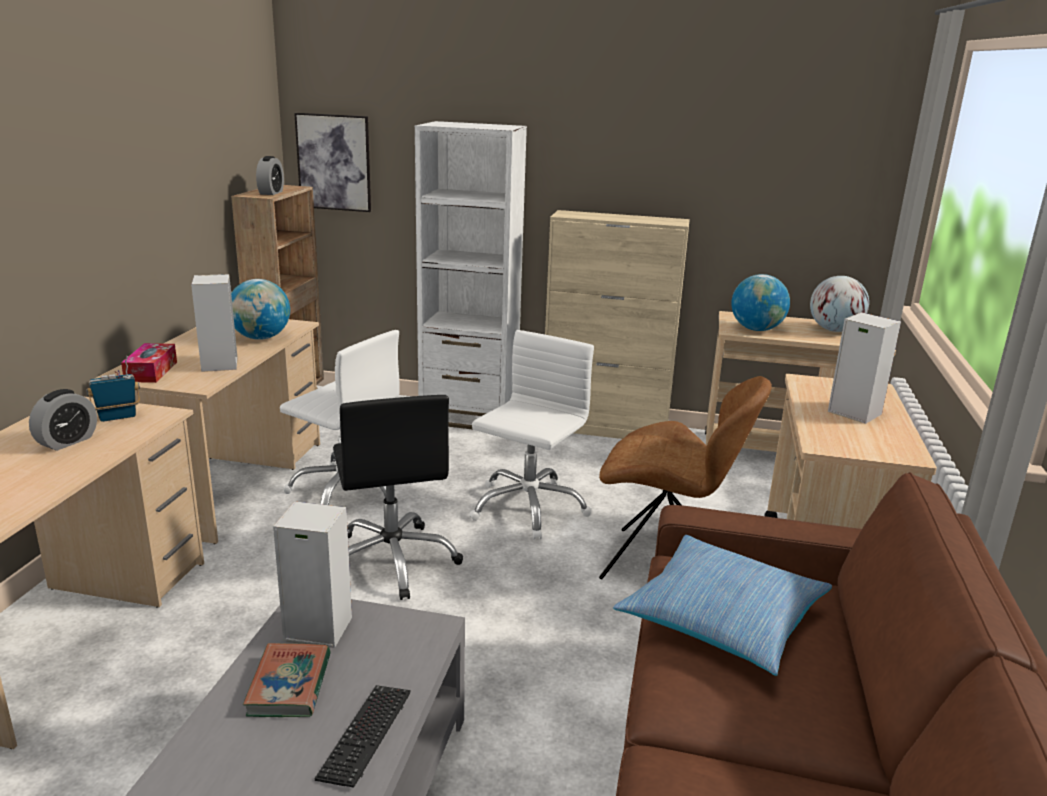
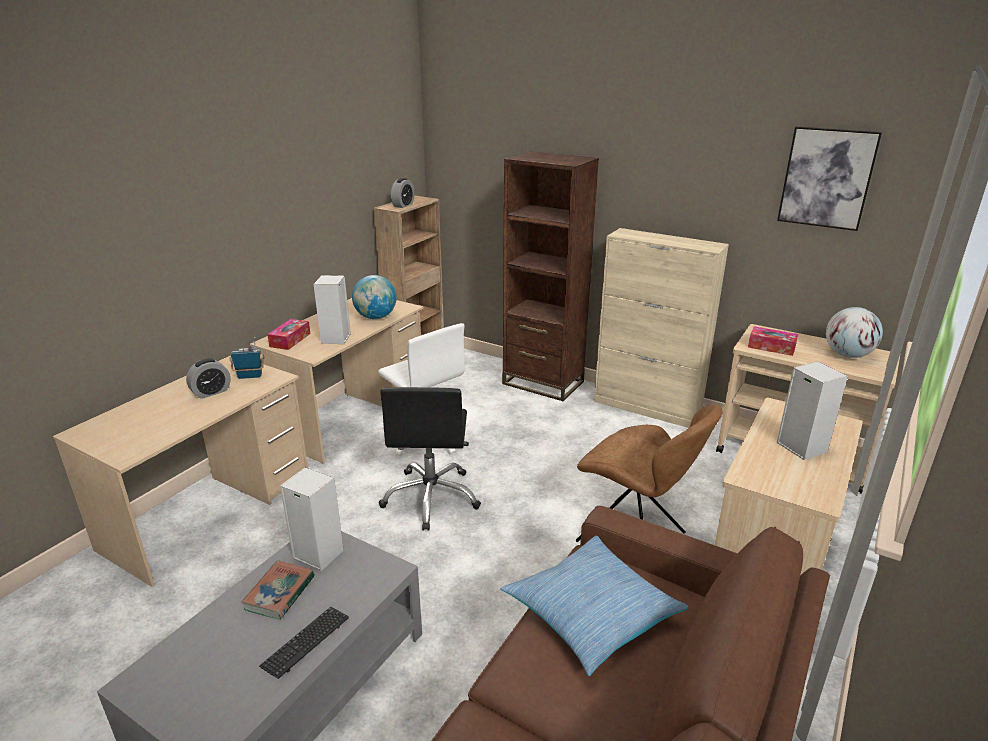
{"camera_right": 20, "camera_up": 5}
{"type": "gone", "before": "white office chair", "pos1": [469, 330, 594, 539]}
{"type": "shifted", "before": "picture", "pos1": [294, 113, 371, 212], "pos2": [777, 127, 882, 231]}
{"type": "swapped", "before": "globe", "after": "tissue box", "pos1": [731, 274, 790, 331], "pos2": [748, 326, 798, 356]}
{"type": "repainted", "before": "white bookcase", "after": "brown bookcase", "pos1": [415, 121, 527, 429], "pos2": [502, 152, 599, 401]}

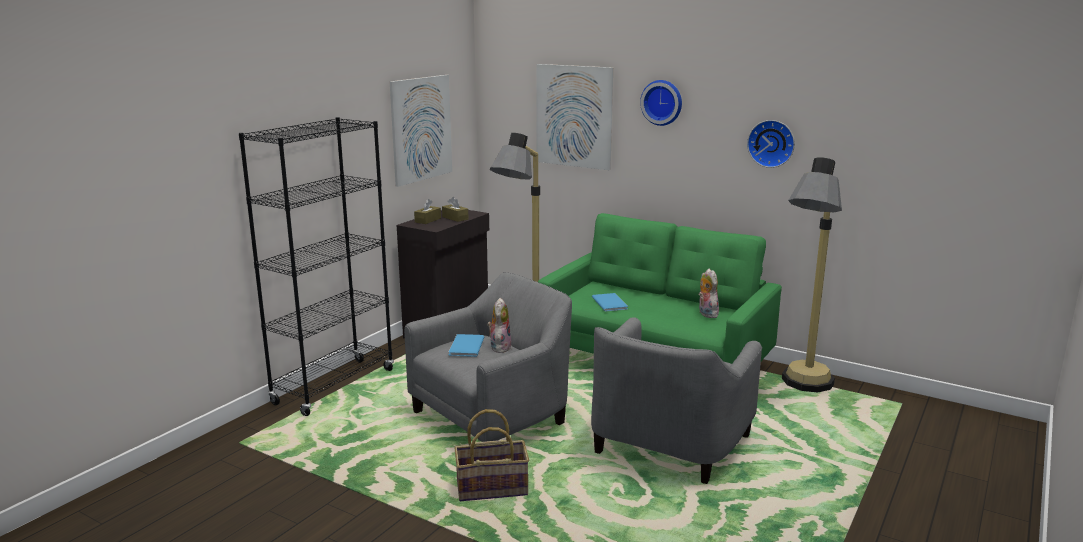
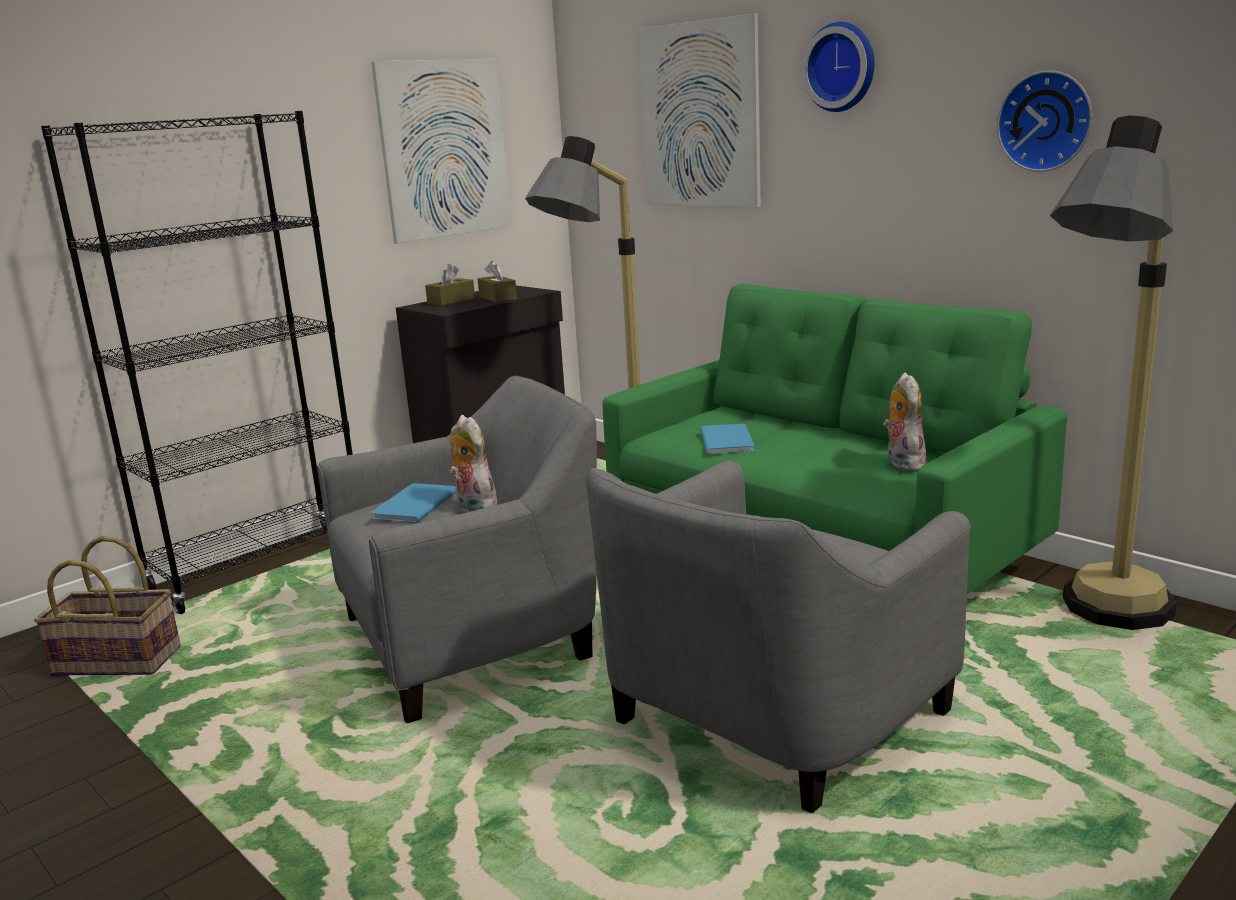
{"camera_right": 15, "camera_up": 0}
{"type": "shifted", "before": "basket", "pos1": [454, 409, 529, 501], "pos2": [34, 536, 181, 677]}
{"type": "rotated", "before": "plush toy", "pos1": [487, 298, 511, 353], "pos2": [449, 415, 497, 513], "turn": -60}

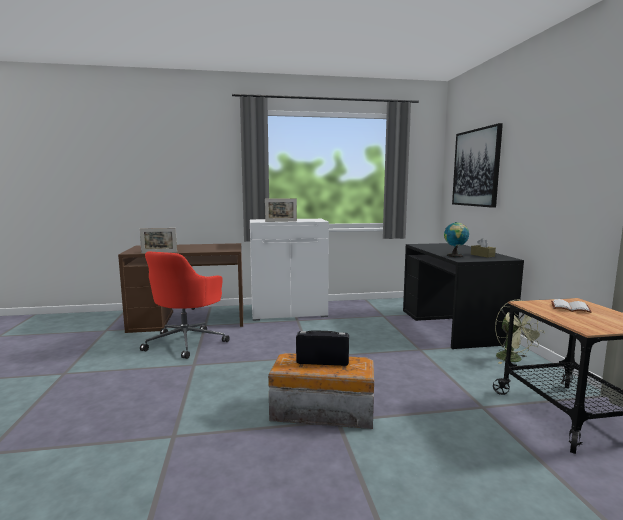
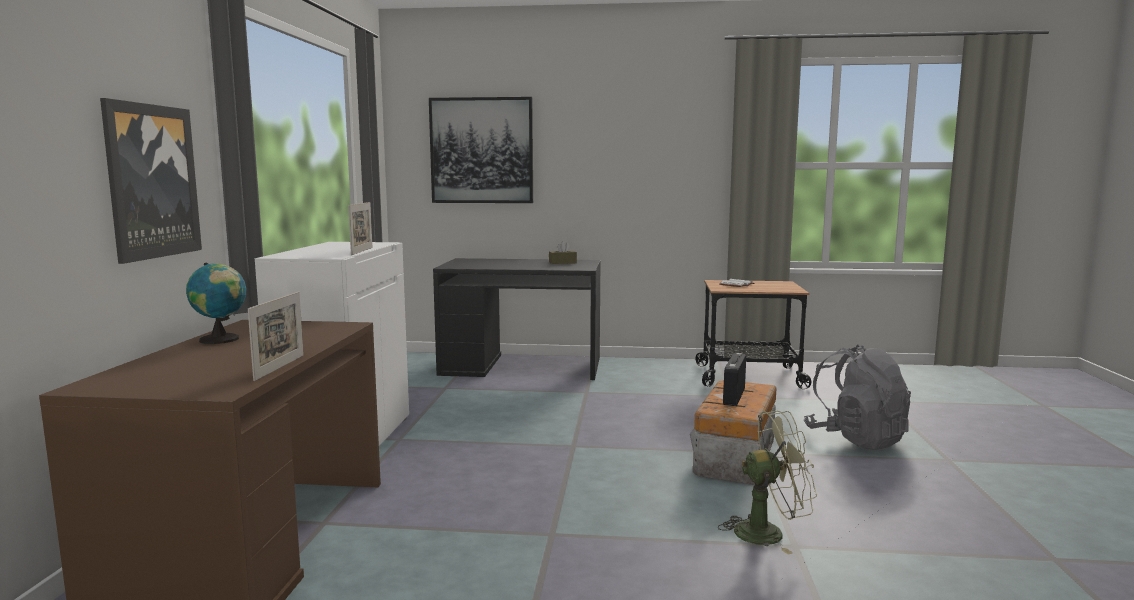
{"camera_right": -75, "camera_up": 0}
{"type": "gone", "before": "red office chair", "pos1": [140, 252, 230, 359]}
{"type": "new", "after": "picture", "pos2": [100, 98, 202, 264]}
{"type": "new", "after": "grey backpack", "pos2": [804, 345, 911, 450]}
{"type": "shifted", "before": "globe", "pos1": [444, 222, 469, 257], "pos2": [186, 262, 246, 344]}
{"type": "shifted", "before": "green fan", "pos1": [495, 299, 545, 364], "pos2": [718, 411, 817, 555]}

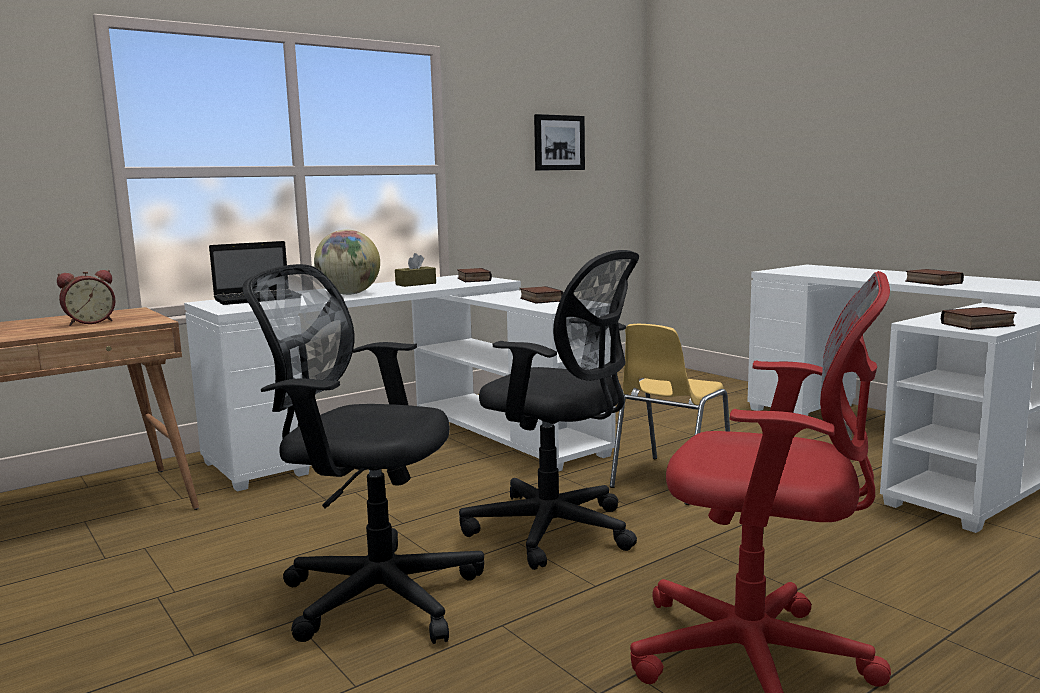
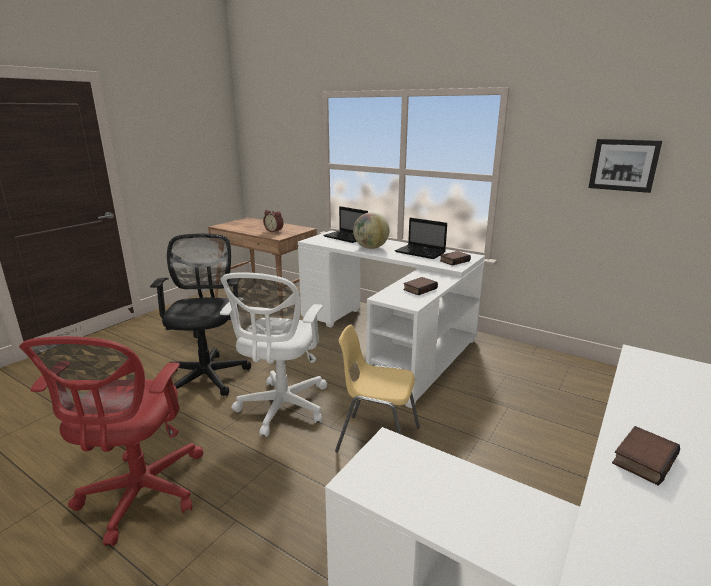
{"camera_right": 70, "camera_up": 10}
{"type": "gone", "before": "book", "pos1": [941, 307, 1017, 330]}
{"type": "swapped", "before": "brown tissue box", "after": "laptop", "pos1": [395, 253, 436, 287], "pos2": [395, 218, 447, 259]}
{"type": "repainted", "before": "black office chair", "after": "white office chair", "pos1": [459, 250, 639, 570], "pos2": [220, 272, 327, 437]}

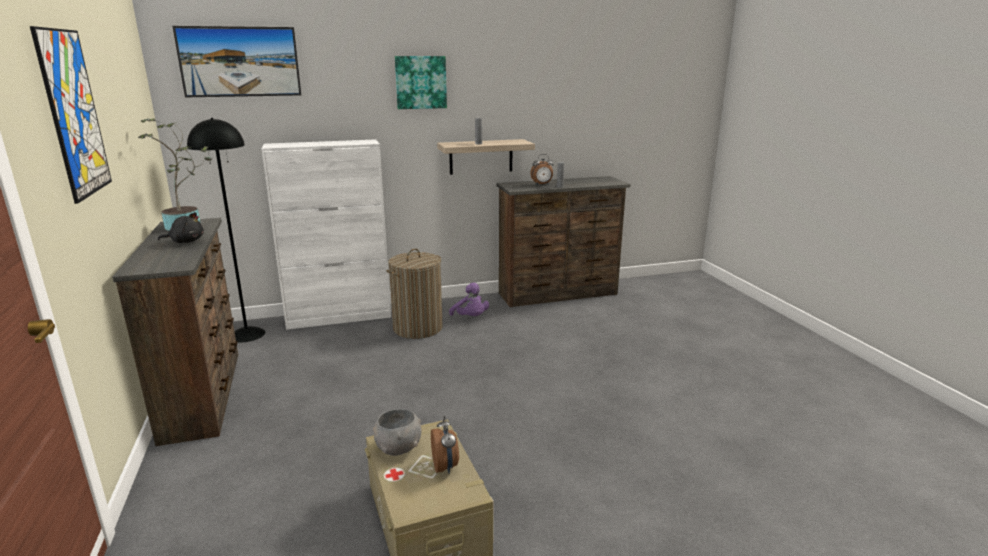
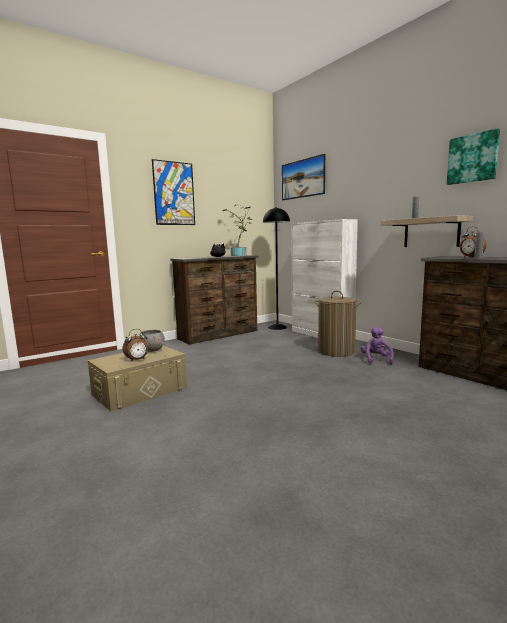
{"camera_right": 70, "camera_up": -10}
{"type": "shifted", "before": "picture", "pos1": [395, 56, 447, 109], "pos2": [447, 128, 500, 185]}
{"type": "rotated", "before": "purple plush toy", "pos1": [449, 283, 489, 316], "pos2": [360, 326, 394, 365], "turn": 150}

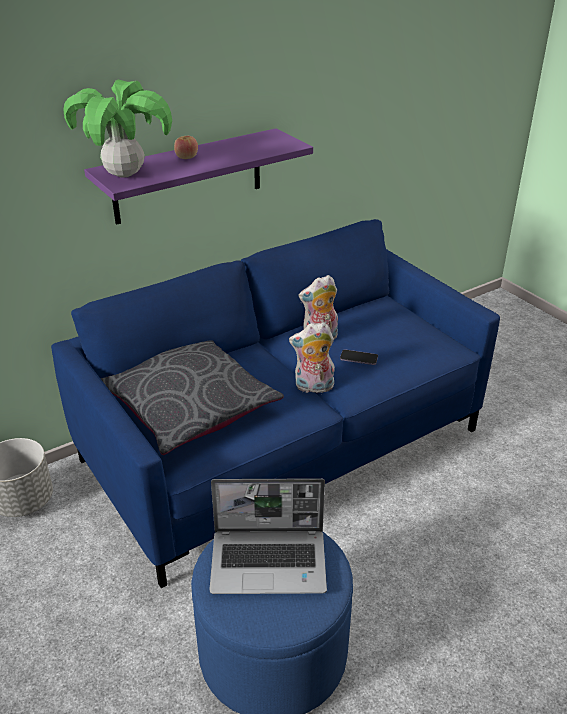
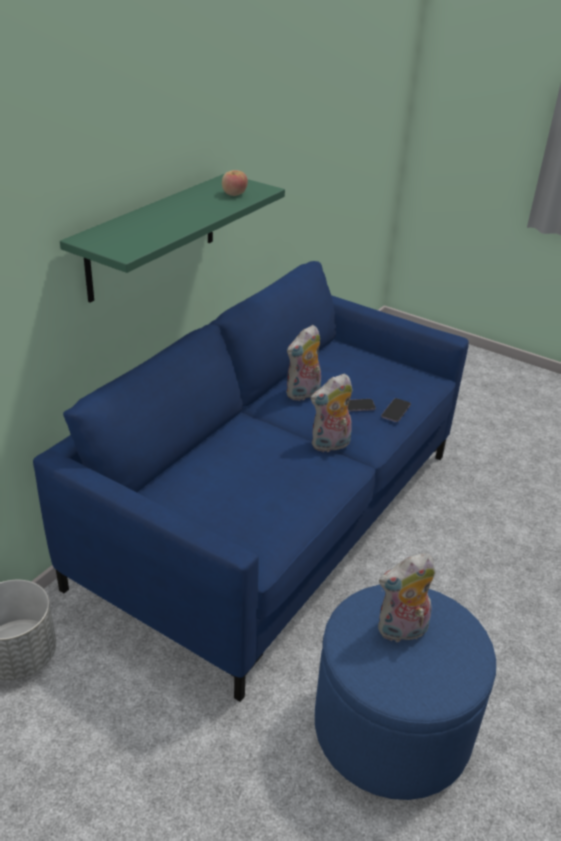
{"camera_right": -25, "camera_up": 0}
{"type": "gone", "before": "potted plant", "pos1": [63, 79, 172, 178]}
{"type": "gone", "before": "grey pillow", "pos1": [100, 340, 284, 455]}
{"type": "new", "after": "phone", "pos2": [381, 398, 411, 422]}
{"type": "shifted", "before": "apple", "pos1": [174, 136, 198, 159], "pos2": [222, 170, 248, 196]}
{"type": "swapped", "before": "laptop", "after": "plush toy", "pos1": [209, 478, 327, 594], "pos2": [378, 553, 436, 642]}
{"type": "repainted", "before": "purple shelf", "after": "green shelf", "pos1": [84, 128, 313, 225], "pos2": [60, 174, 285, 302]}

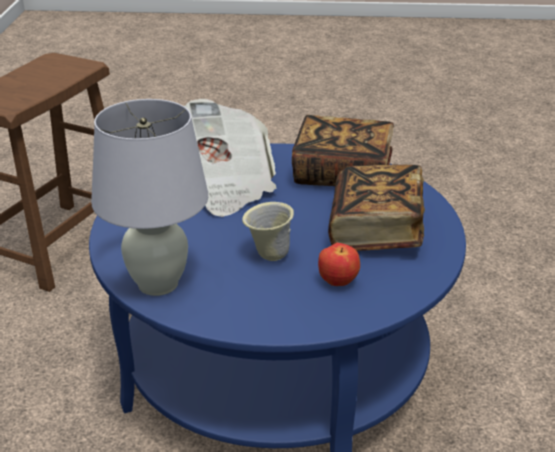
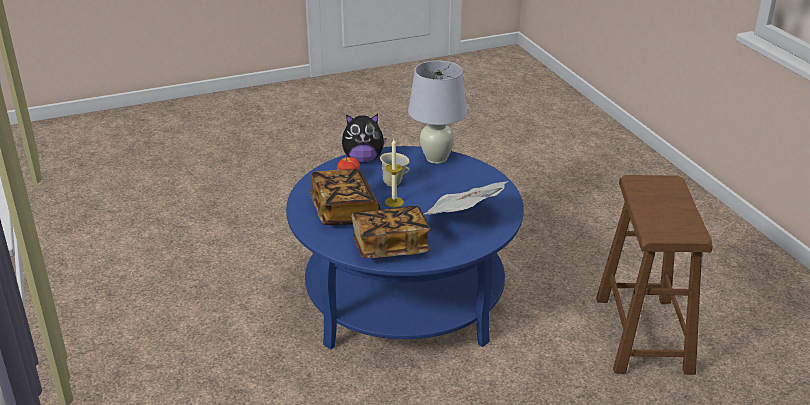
{"camera_right": 155, "camera_up": 0}
{"type": "new", "after": "plush toy", "pos2": [342, 114, 387, 163]}
{"type": "new", "after": "candle", "pos2": [385, 139, 404, 208]}

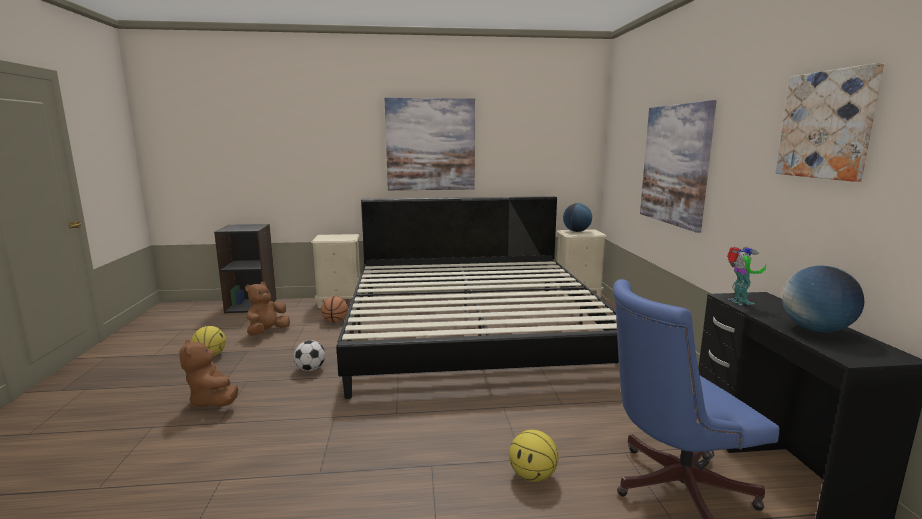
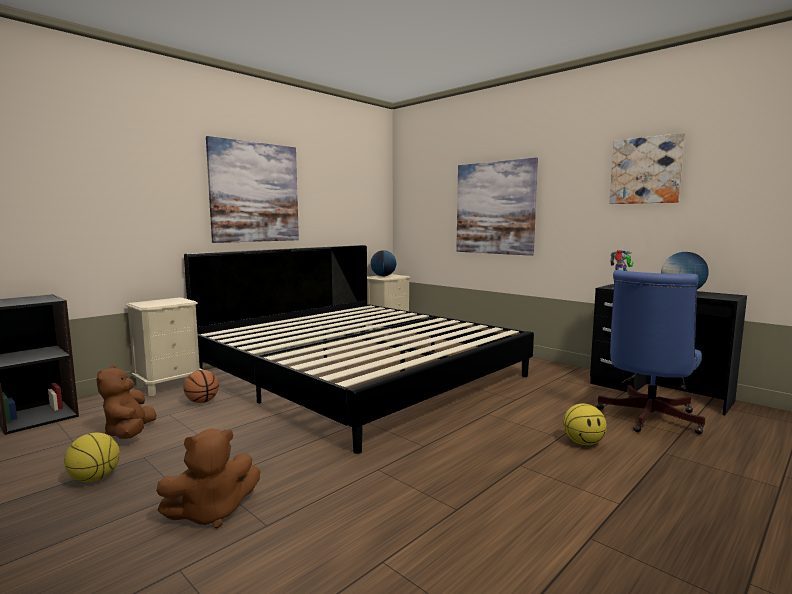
{"camera_right": -40, "camera_up": -5}
{"type": "gone", "before": "football", "pos1": [294, 340, 325, 371]}
{"type": "rotated", "before": "brown plush toy", "pos1": [179, 339, 239, 408], "pos2": [156, 428, 260, 529], "turn": -45}

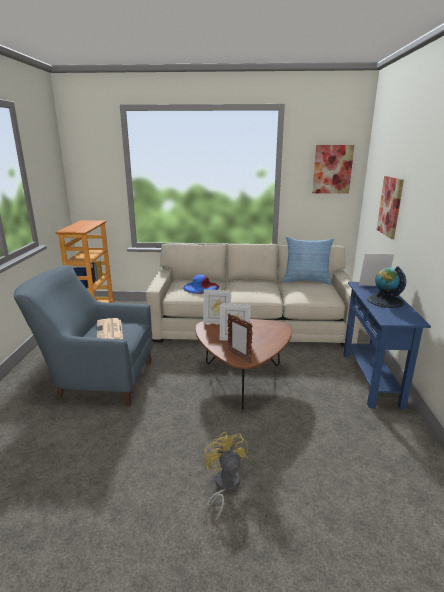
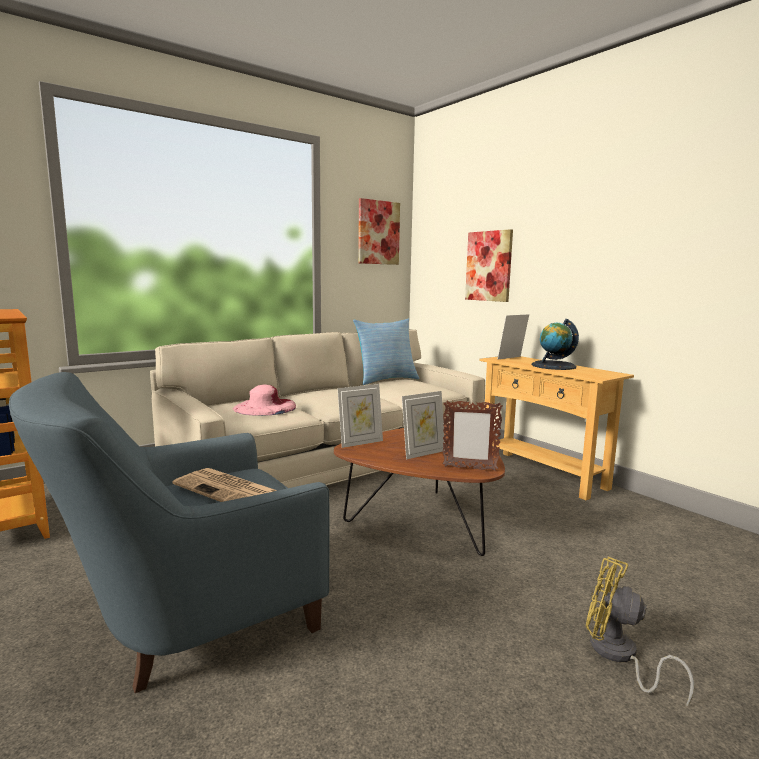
{"camera_right": -40, "camera_up": -10}
{"type": "repainted", "before": "blue hat", "after": "pink hat", "pos1": [183, 274, 219, 294], "pos2": [233, 384, 296, 416]}
{"type": "repainted", "before": "blue console table", "after": "beige console table", "pos1": [343, 282, 431, 409], "pos2": [479, 356, 634, 500]}

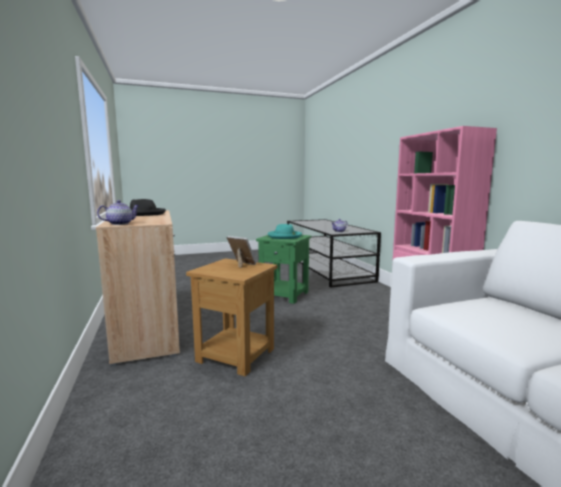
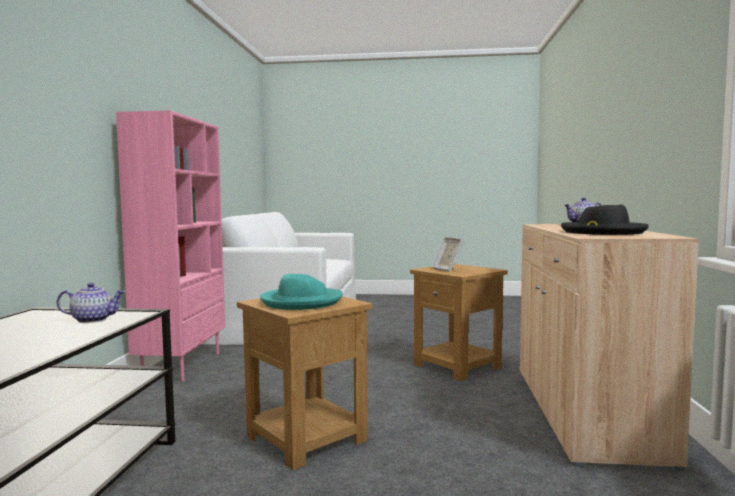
{"camera_right": -155, "camera_up": -5}
{"type": "repainted", "before": "green side table", "after": "brown side table", "pos1": [256, 235, 312, 304], "pos2": [237, 296, 372, 470]}

